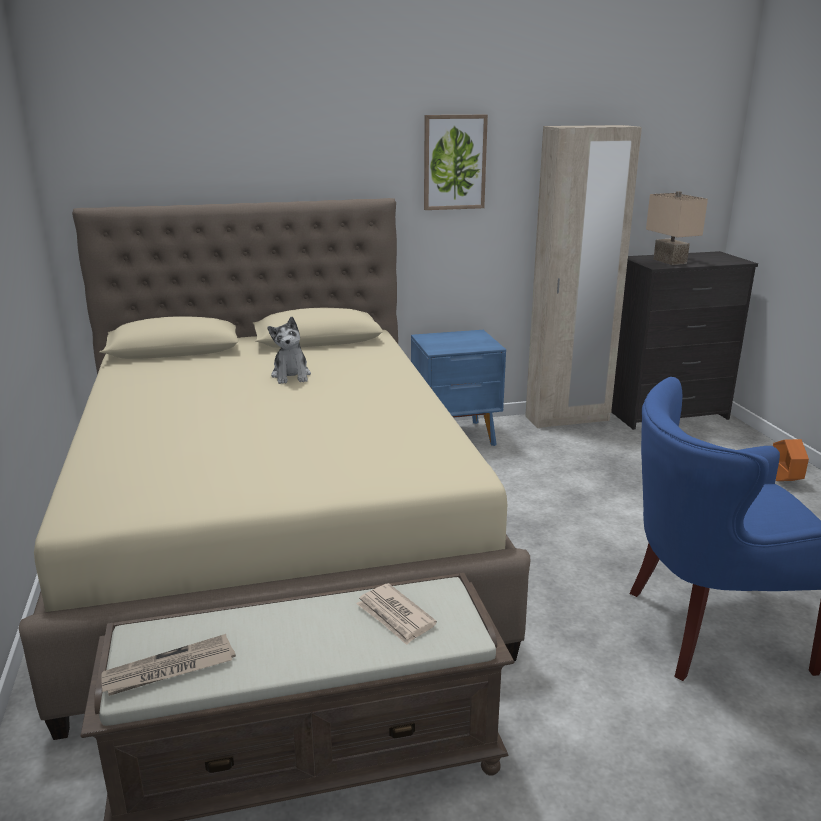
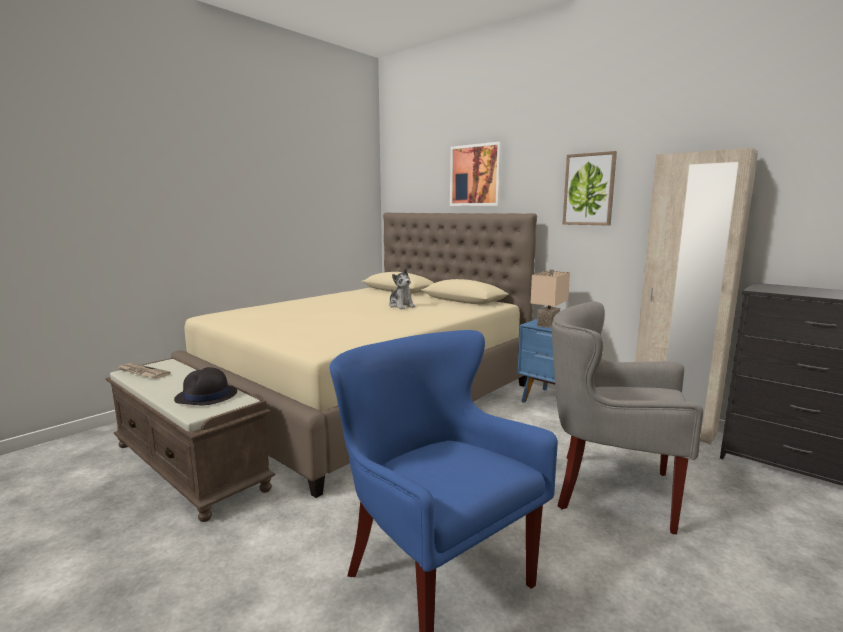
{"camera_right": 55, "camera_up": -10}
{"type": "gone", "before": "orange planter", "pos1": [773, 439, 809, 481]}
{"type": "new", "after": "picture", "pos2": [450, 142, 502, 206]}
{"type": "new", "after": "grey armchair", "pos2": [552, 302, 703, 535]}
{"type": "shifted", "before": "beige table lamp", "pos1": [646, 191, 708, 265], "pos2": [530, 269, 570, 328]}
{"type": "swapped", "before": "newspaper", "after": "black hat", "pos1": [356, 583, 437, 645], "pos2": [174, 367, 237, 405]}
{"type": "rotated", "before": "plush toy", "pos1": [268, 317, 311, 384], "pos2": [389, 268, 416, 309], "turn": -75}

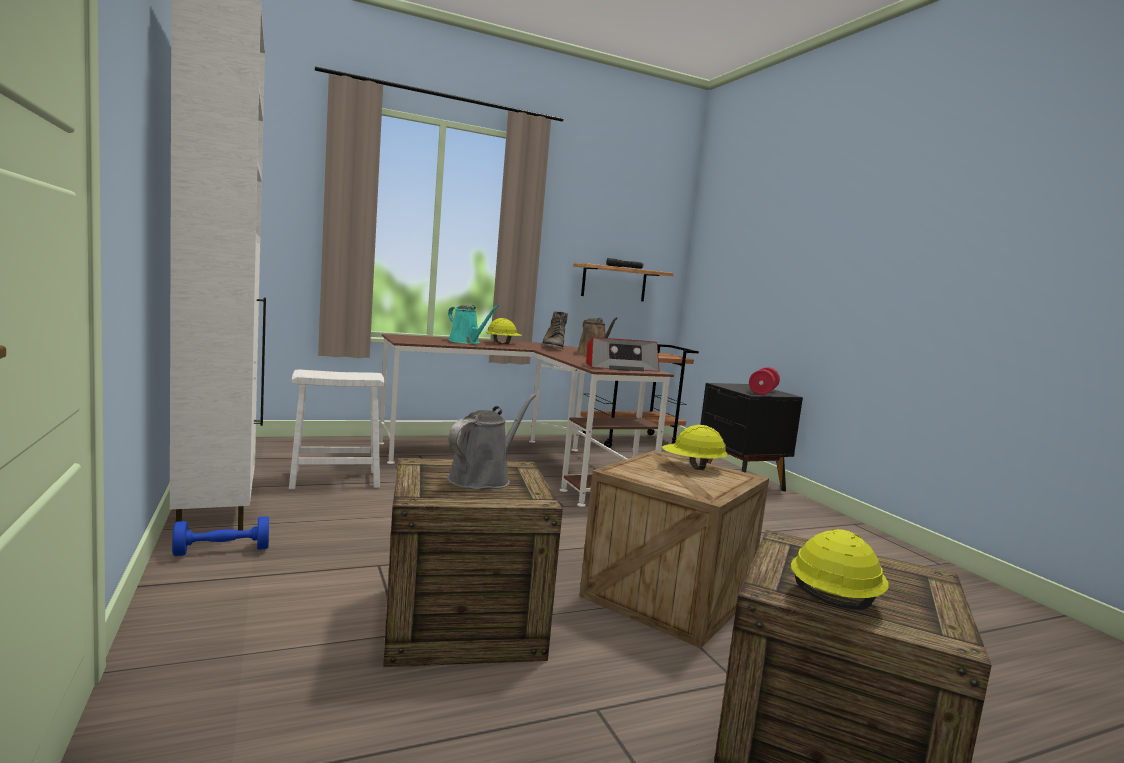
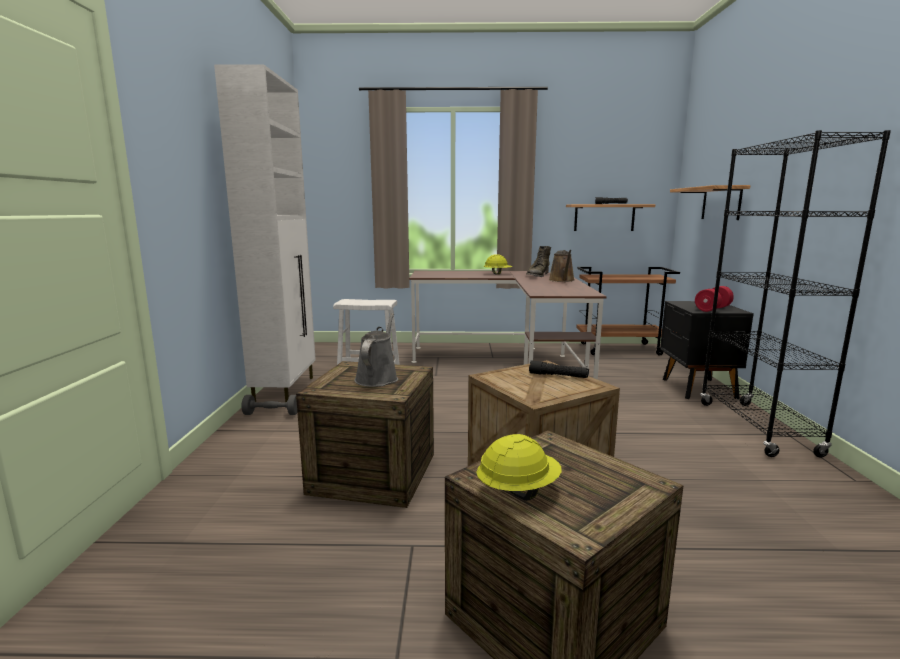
{"camera_right": 25, "camera_up": 5}
{"type": "gone", "before": "turquoise watering can", "pos1": [448, 305, 499, 344]}
{"type": "gone", "before": "radio", "pos1": [586, 337, 660, 372]}
{"type": "new", "after": "shelf", "pos2": [670, 185, 751, 220]}
{"type": "new", "after": "black bookcase", "pos2": [700, 130, 891, 458]}
{"type": "swapped", "before": "yellow hard hat", "after": "black flashlight", "pos1": [662, 425, 728, 470], "pos2": [529, 361, 589, 378]}
{"type": "repainted", "before": "blue dumbbell", "after": "grey dumbbell", "pos1": [172, 516, 269, 556], "pos2": [241, 395, 297, 415]}
{"type": "rotated", "before": "grey watering can", "pos1": [447, 394, 536, 490], "pos2": [354, 313, 398, 387], "turn": -45}

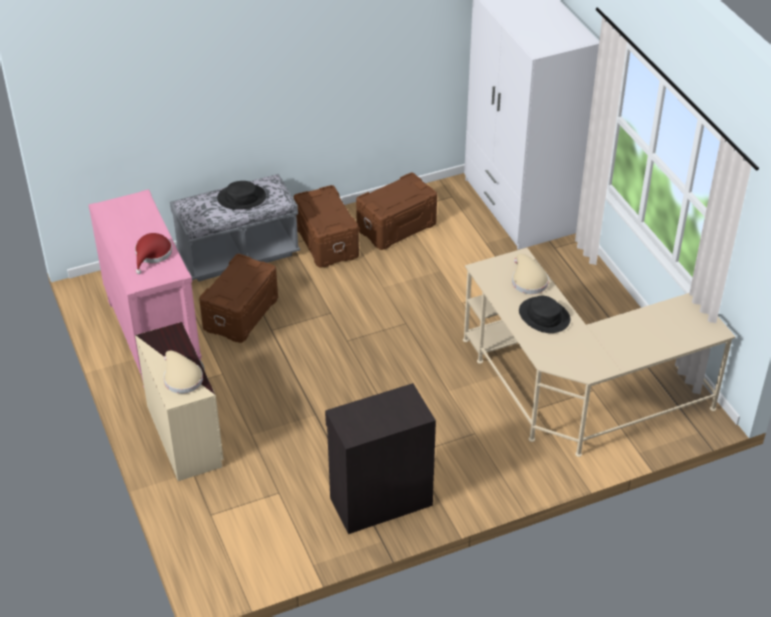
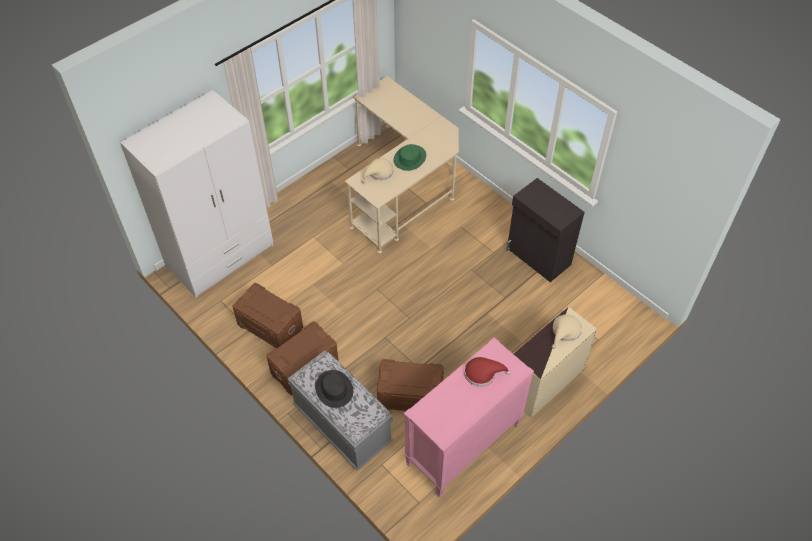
{"camera_right": -110, "camera_up": 10}
{"type": "repainted", "before": "black hat", "after": "green hat", "pos1": [519, 296, 570, 333], "pos2": [393, 144, 426, 171]}

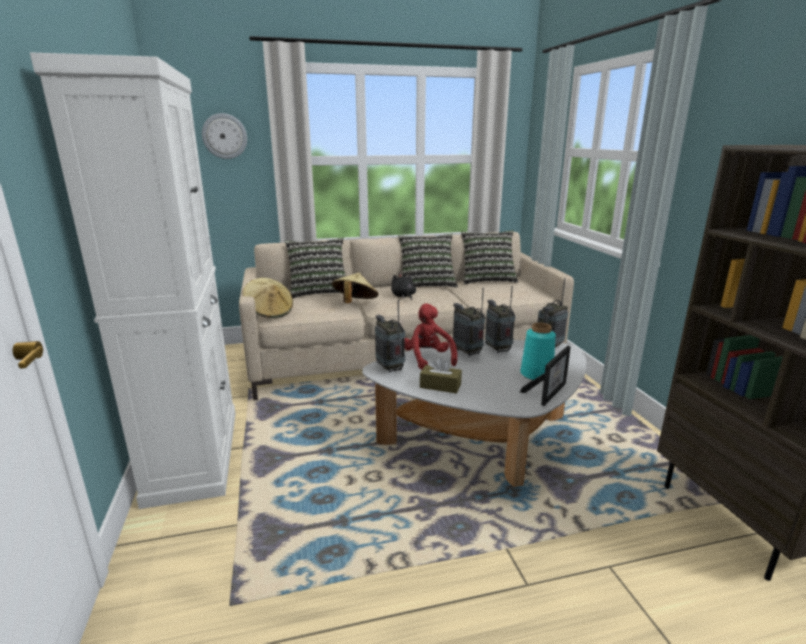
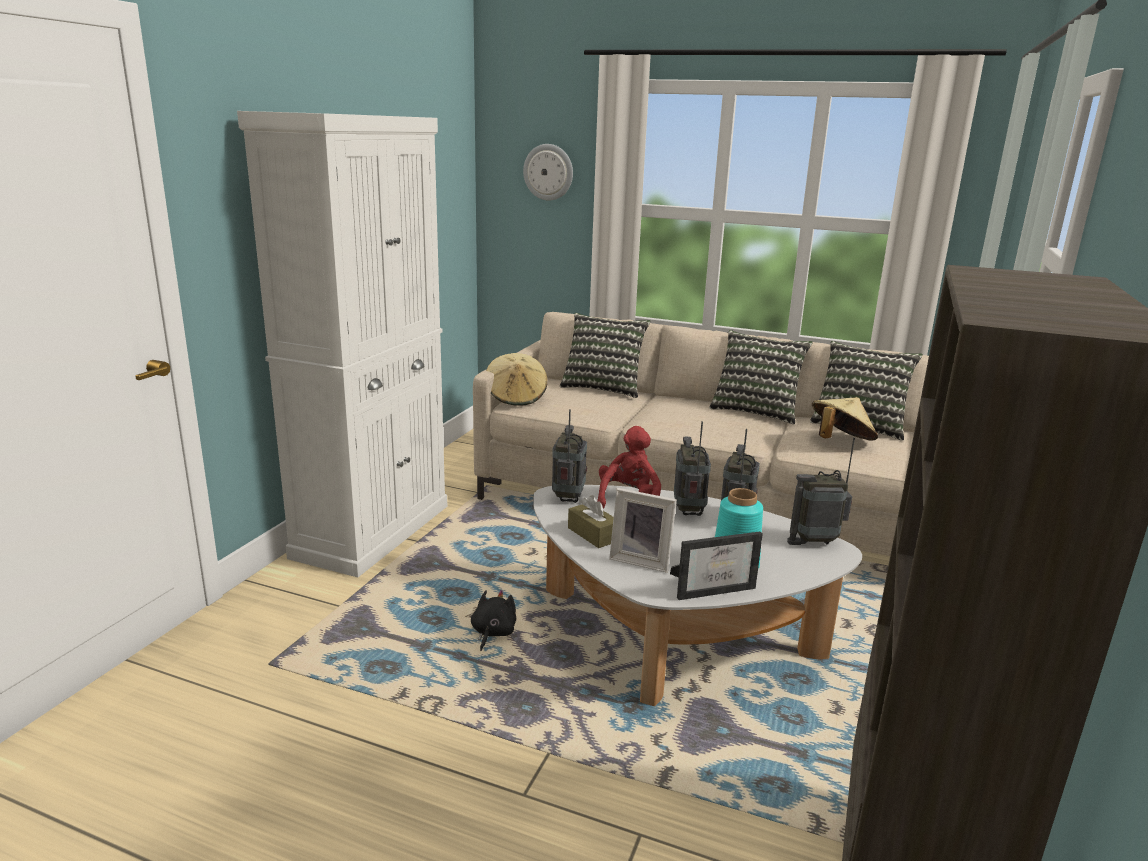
{"camera_right": 35, "camera_up": 0}
{"type": "new", "after": "picture frame", "pos2": [609, 488, 677, 573]}
{"type": "shifted", "before": "beige hat", "pos1": [332, 273, 378, 303], "pos2": [812, 397, 878, 441]}
{"type": "shifted", "before": "black plush toy", "pos1": [391, 273, 416, 300], "pos2": [471, 590, 516, 651]}

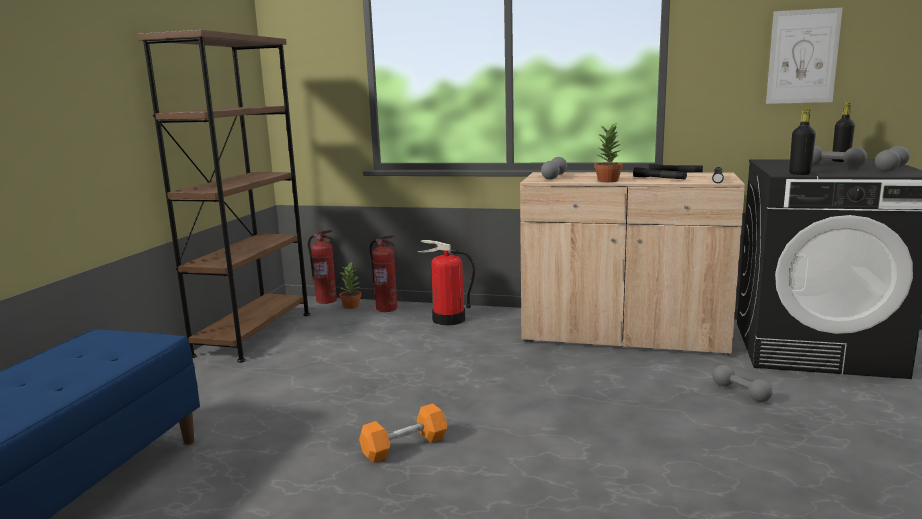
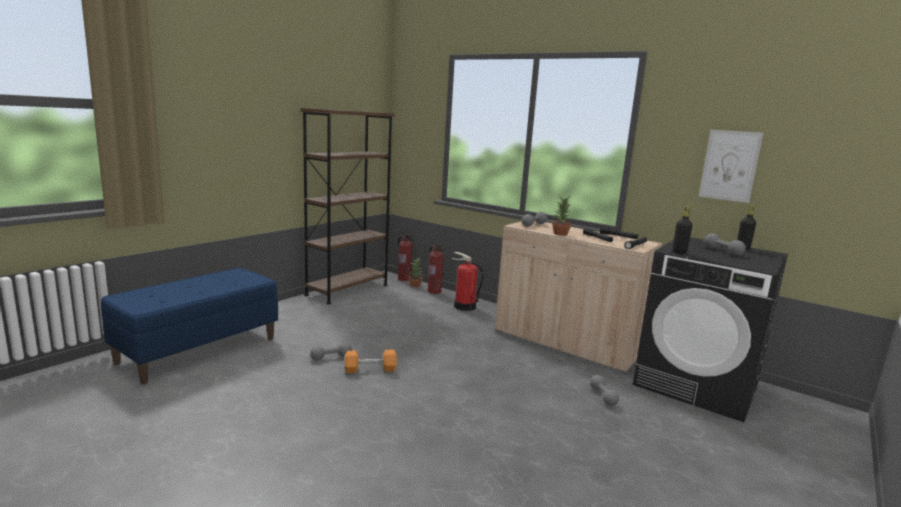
{"camera_right": 20, "camera_up": 0}
{"type": "shifted", "before": "grey dumbbell", "pos1": [875, 146, 910, 172], "pos2": [310, 342, 352, 360]}

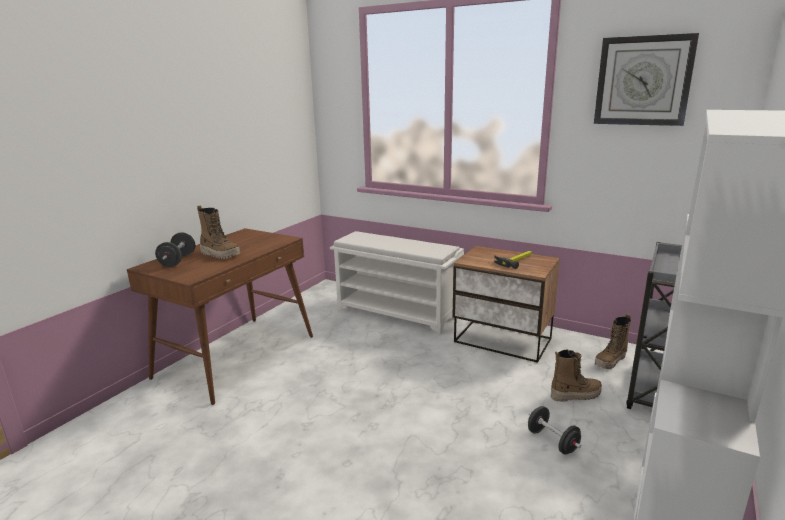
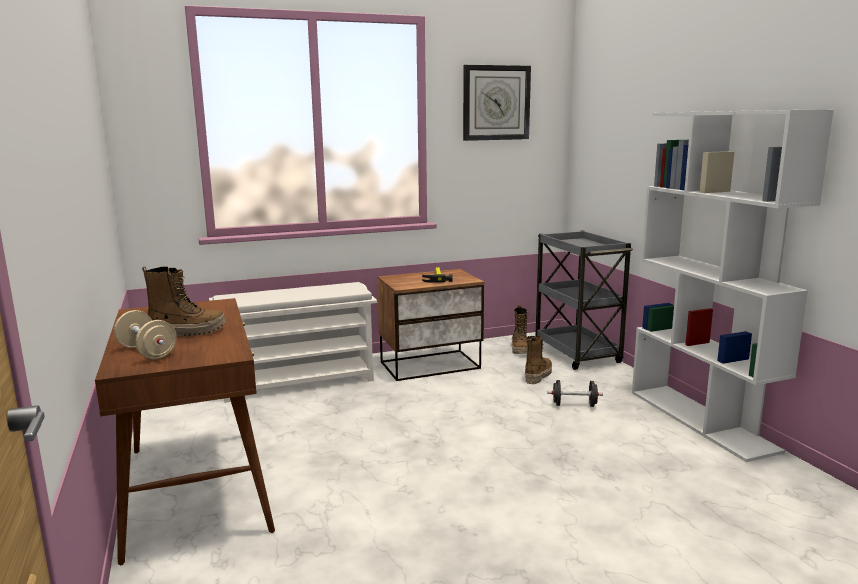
{"camera_right": -50, "camera_up": -5}
{"type": "repainted", "before": "black dumbbell", "after": "beige dumbbell", "pos1": [155, 232, 195, 267], "pos2": [114, 310, 177, 360]}

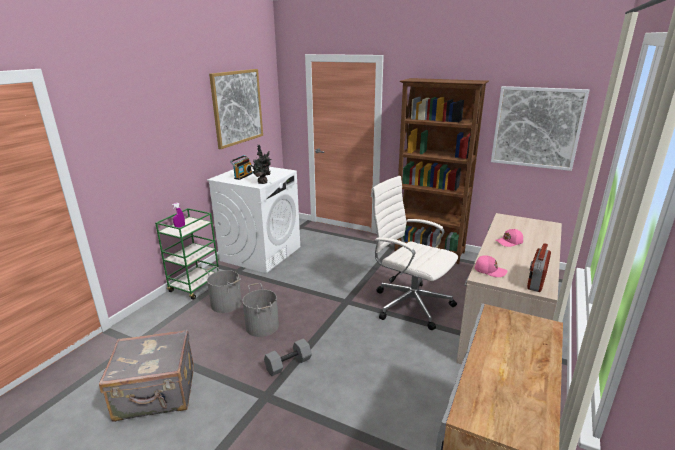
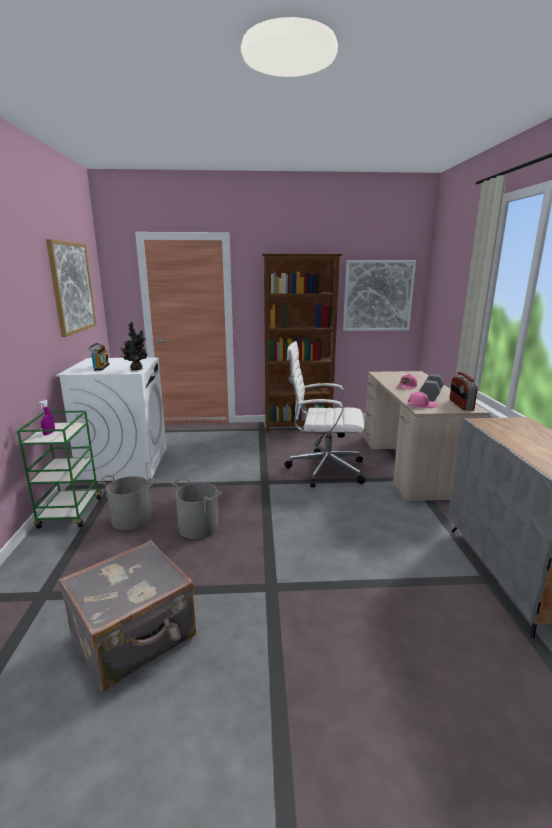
{"camera_right": -30, "camera_up": -5}
{"type": "shifted", "before": "grey dumbbell", "pos1": [264, 338, 312, 376], "pos2": [419, 374, 444, 401]}

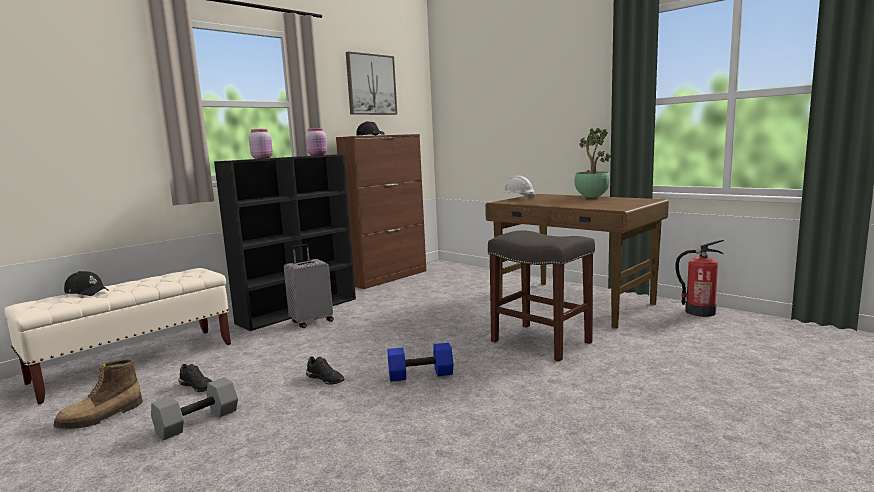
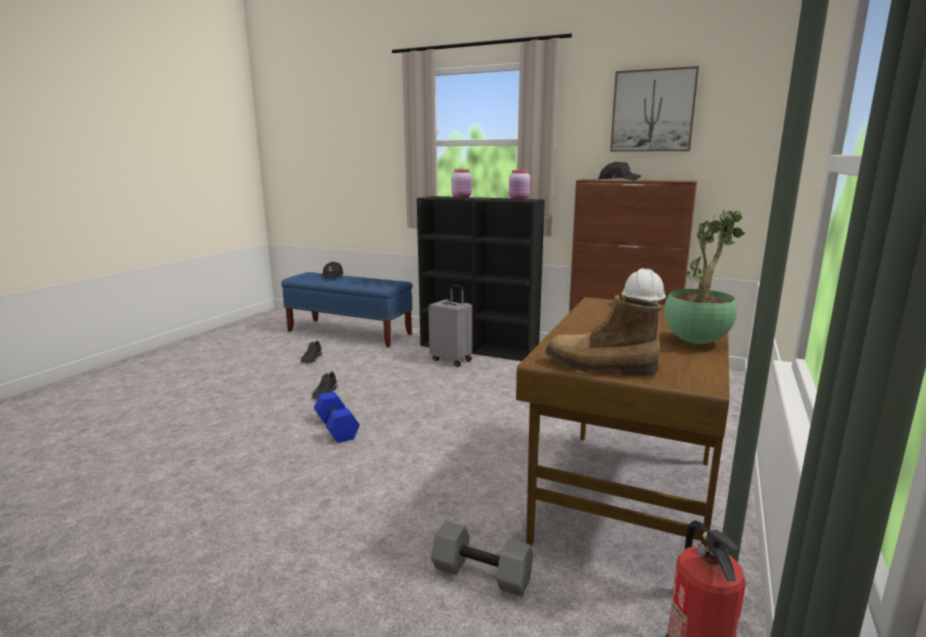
{"camera_right": 70, "camera_up": 5}
{"type": "gone", "before": "grey stool", "pos1": [488, 230, 595, 362]}
{"type": "shifted", "before": "boot", "pos1": [54, 359, 143, 429], "pos2": [545, 295, 661, 376]}
{"type": "shifted", "before": "grey dumbbell", "pos1": [151, 377, 238, 440], "pos2": [431, 521, 534, 597]}
{"type": "repainted", "before": "beige bench", "after": "blue bench", "pos1": [4, 268, 231, 404], "pos2": [281, 272, 412, 348]}

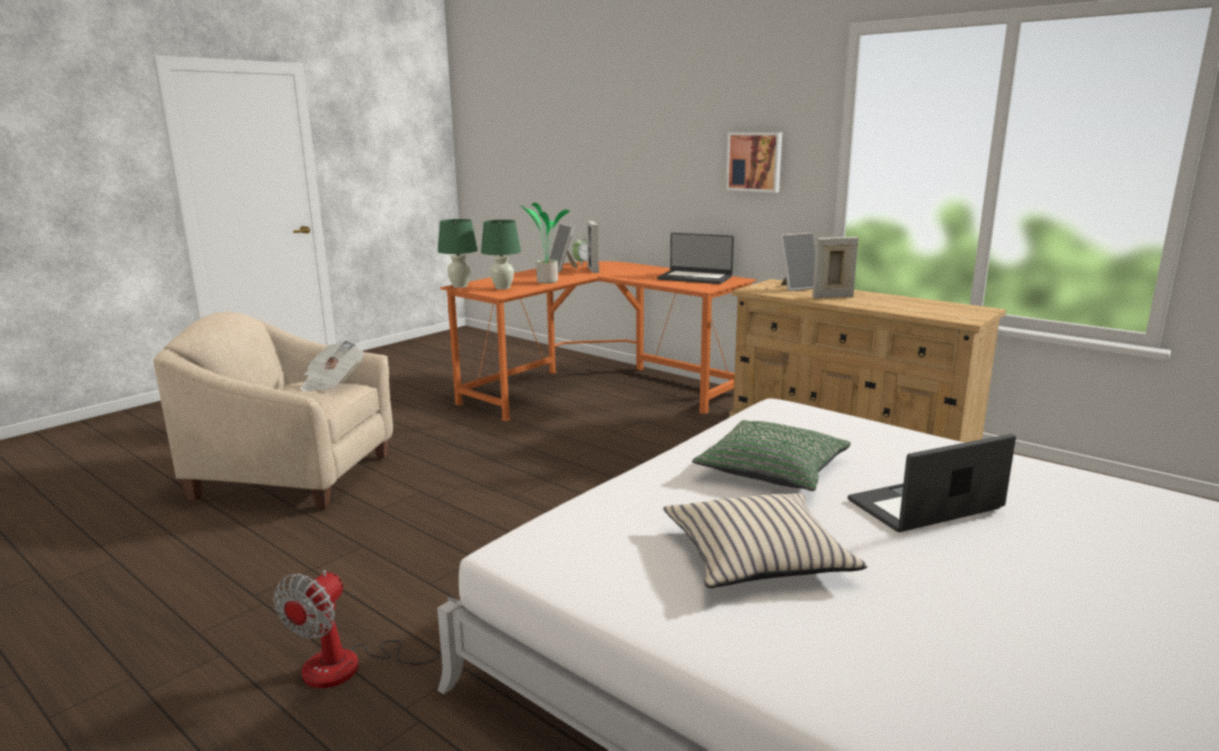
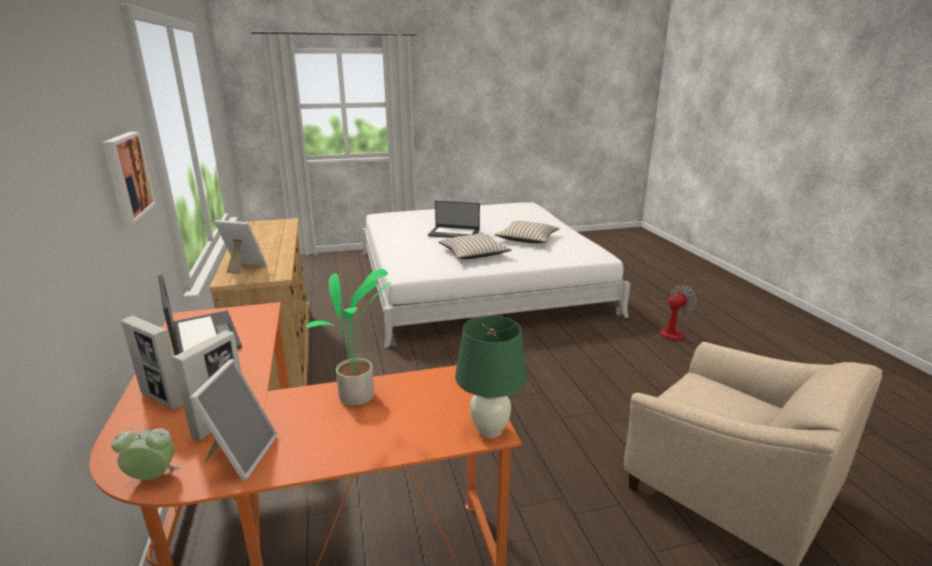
{"camera_right": -145, "camera_up": 5}
{"type": "gone", "before": "newspaper", "pos1": [300, 340, 364, 392]}
{"type": "gone", "before": "green table lamp", "pos1": [481, 220, 521, 289]}
{"type": "shifted", "before": "picture frame", "pos1": [813, 237, 858, 298], "pos2": [121, 316, 183, 409]}
{"type": "repainted", "before": "green pillow", "after": "beige pillow", "pos1": [692, 420, 851, 491], "pos2": [438, 234, 511, 259]}

